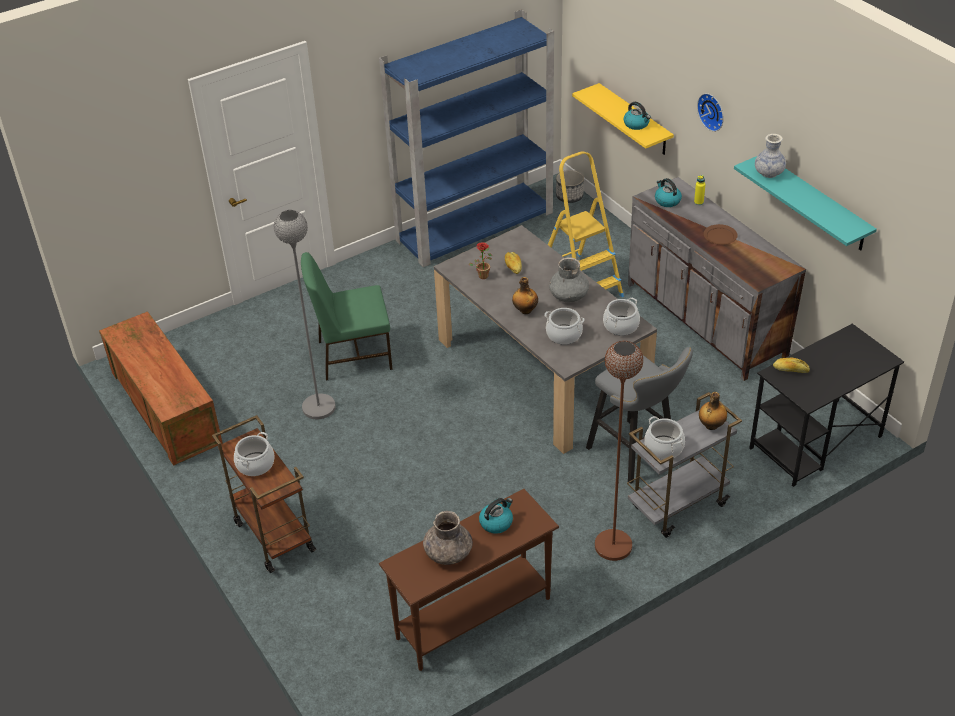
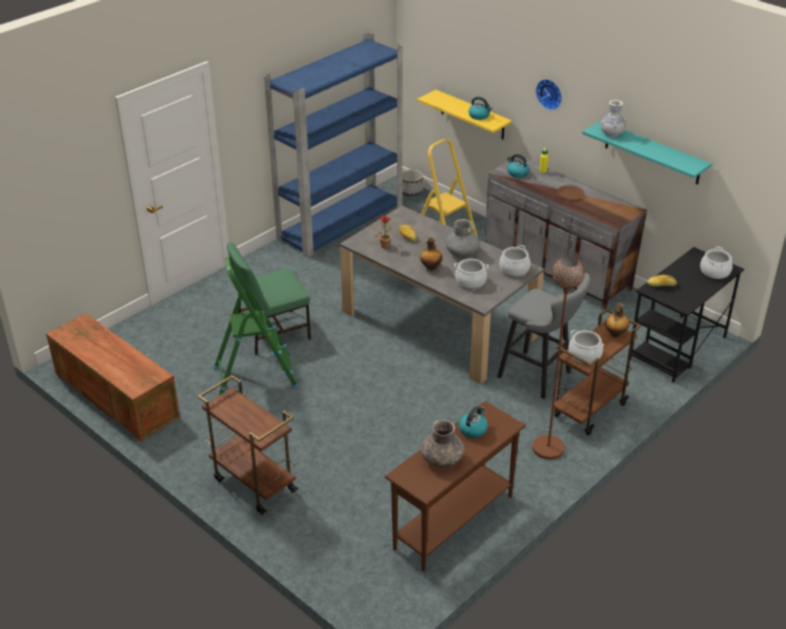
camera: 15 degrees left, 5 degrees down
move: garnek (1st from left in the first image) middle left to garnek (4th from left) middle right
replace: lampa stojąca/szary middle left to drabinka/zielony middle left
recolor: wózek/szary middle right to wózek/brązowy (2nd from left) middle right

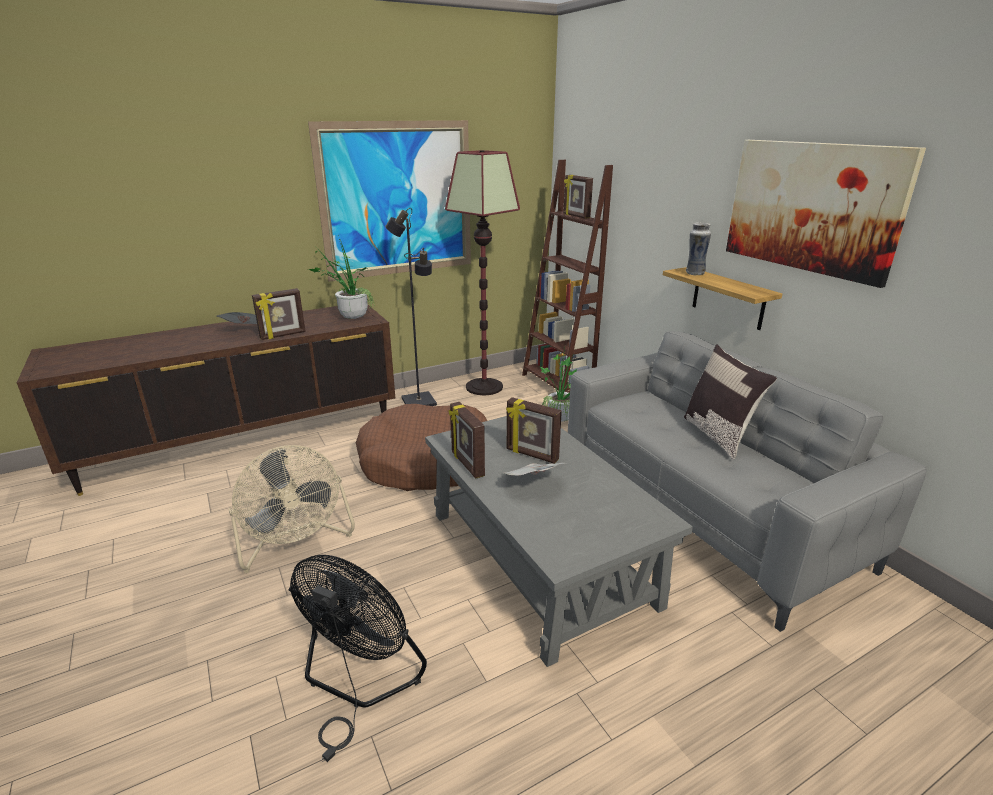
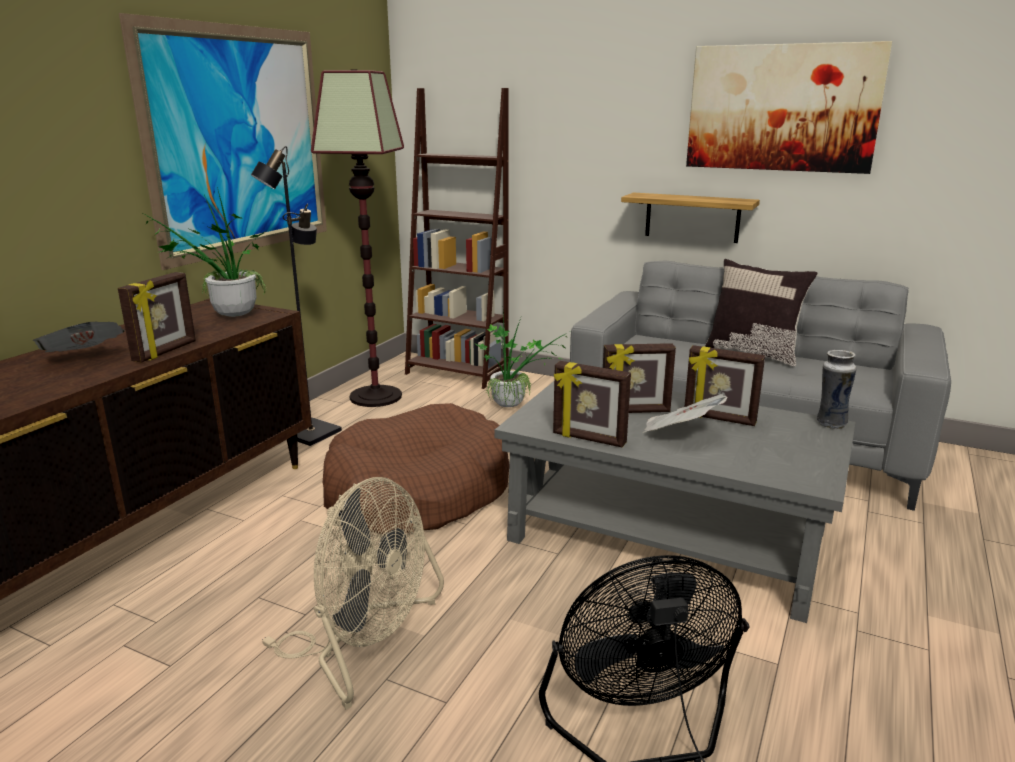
camera: 35 degrees left, 5 degrees down
move: ramka na zdjęcie (4th from left) top centre to middle right; wazon top right to middle right

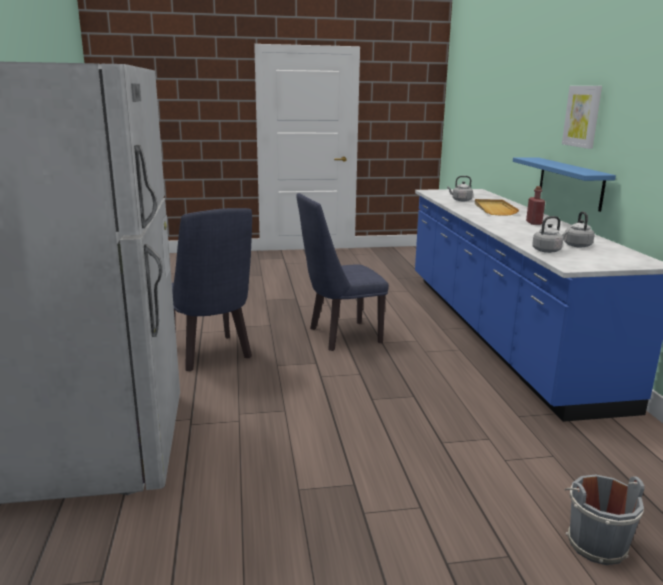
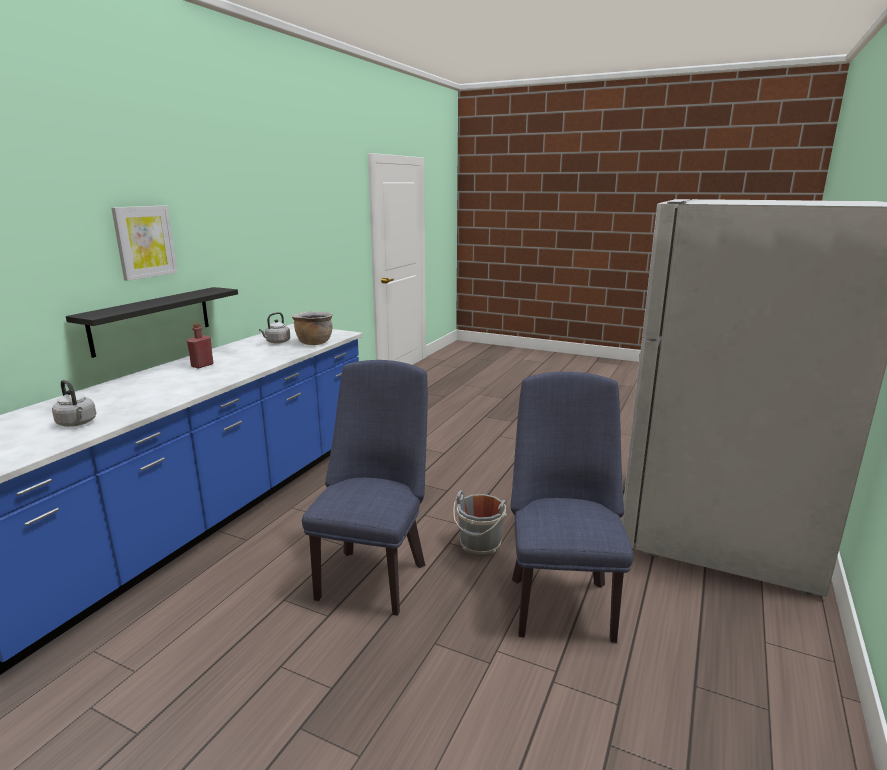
camera: 145 degrees left, 0 degrees up
delete: taca/beżowy middle right
move: wiadro/szary bottom right to bottom centre
replace: czajnik/szary (2nd from left) middle right to garnek/brązowy centre
recolor: półka/niebieski top right to półka/czarny middle left
rotate: krzesło/niebieski (2nd from left in the first image) centre = centre 90 degrees counterclockwise

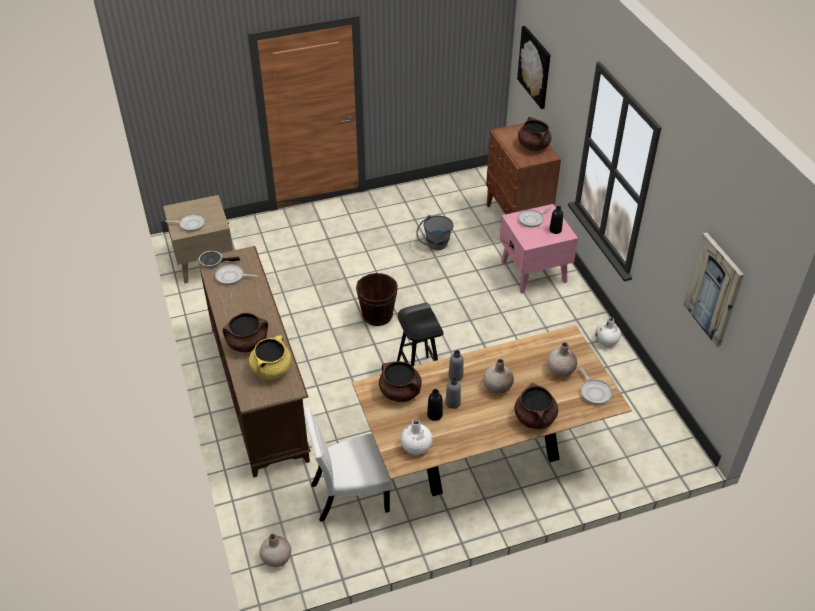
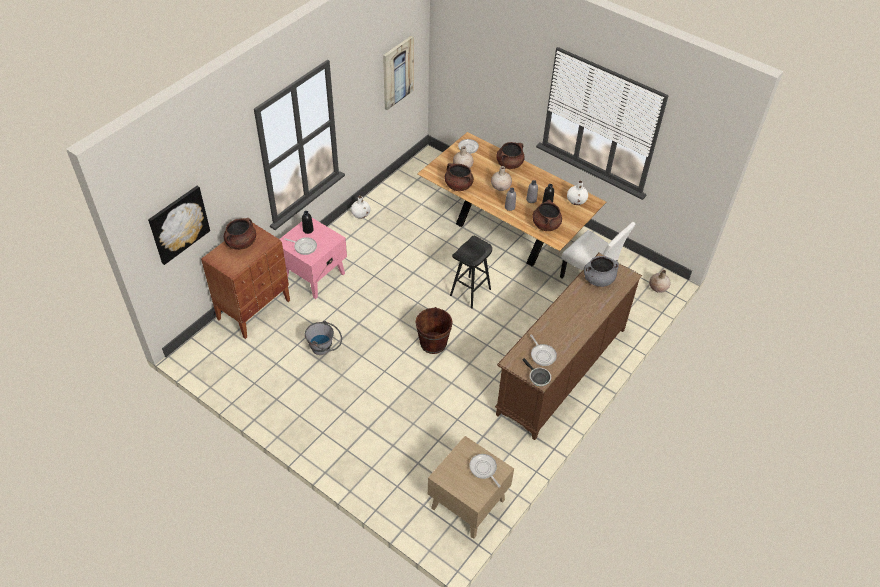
camera: 125 degrees left, 5 degrees up
move: garnek/brązowy (1st from left in the first image) middle left to garnek/brązowy (2nd from left) top centre
recolor: garnek/żółty middle left to garnek/szary middle right

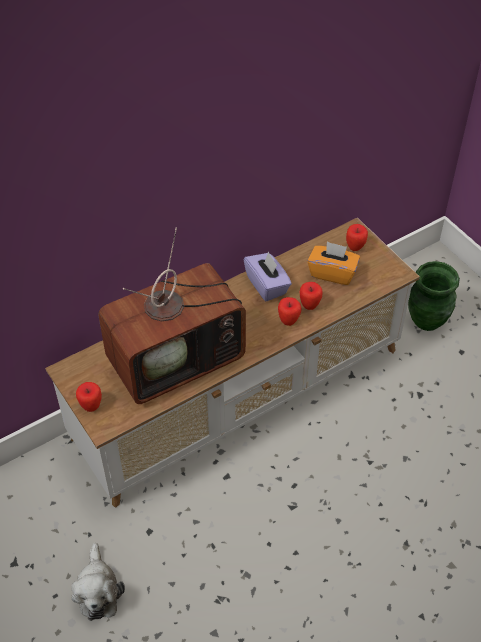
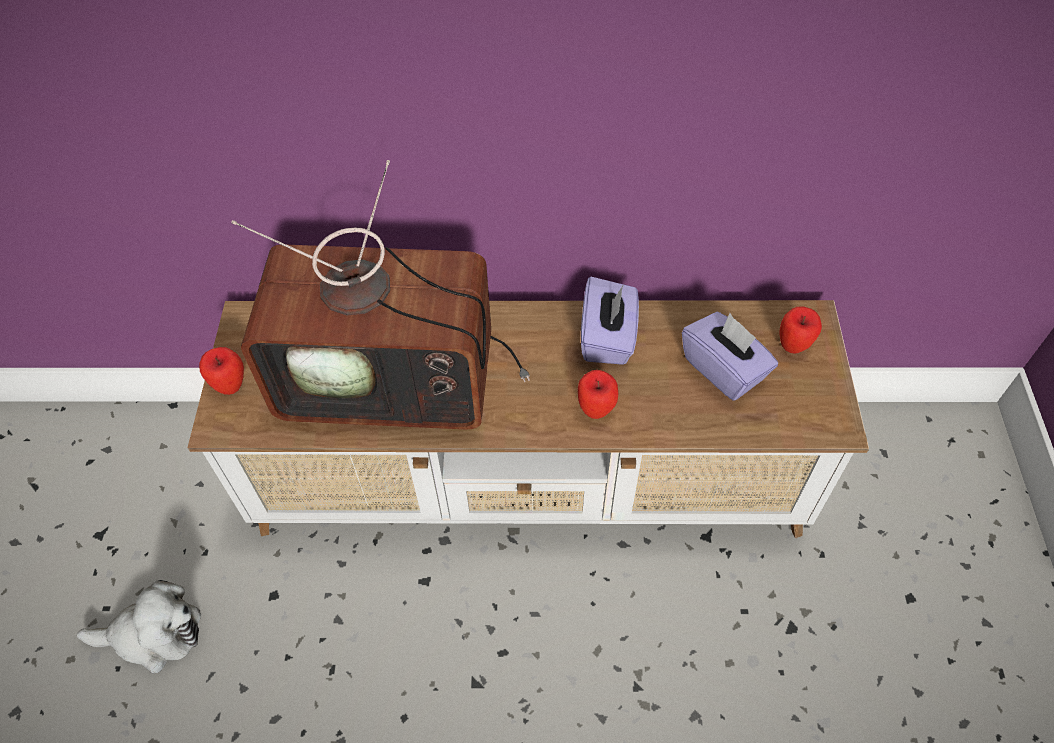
camera: 35 degrees right, 5 degrees up
delete: jabłko (3rd from left) centre; wazon/zielony middle right
recolor: pudełko chusteczek/pomarańczowy middle right to pudełko chusteczek/fioletowy (2nd from left) middle right
rotate: pluszak bottom left = bottom left 120 degrees counterclockwise

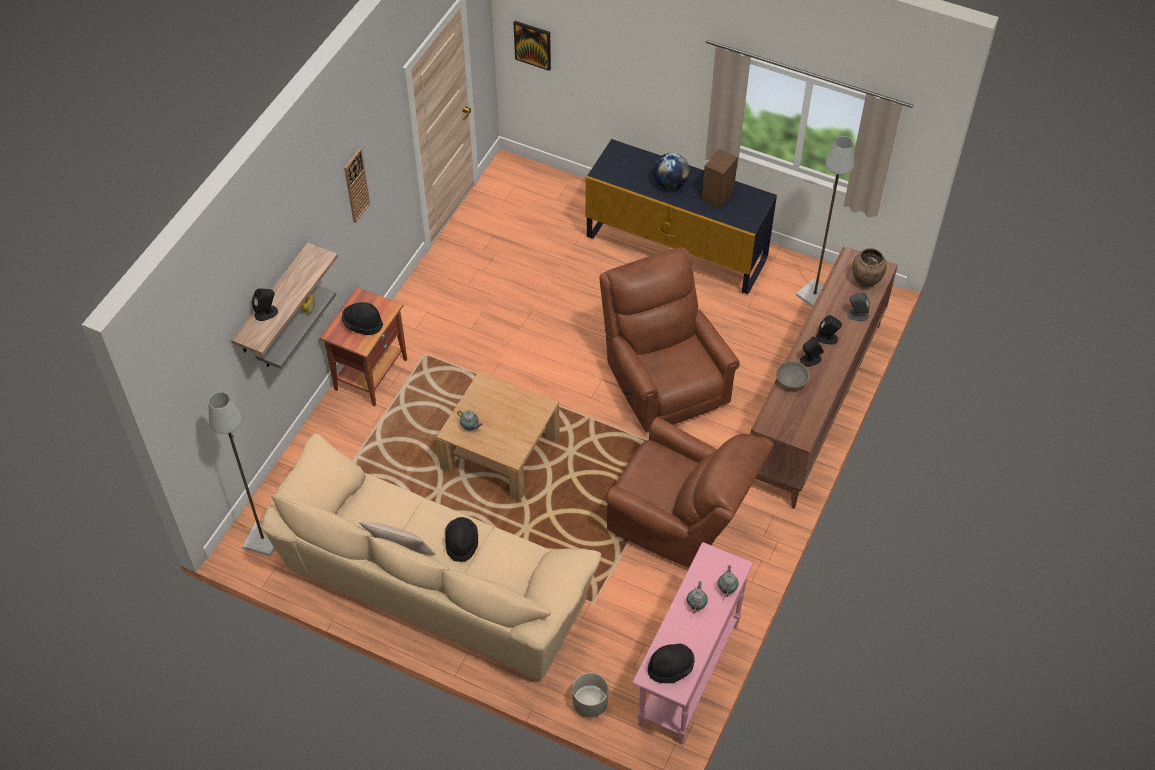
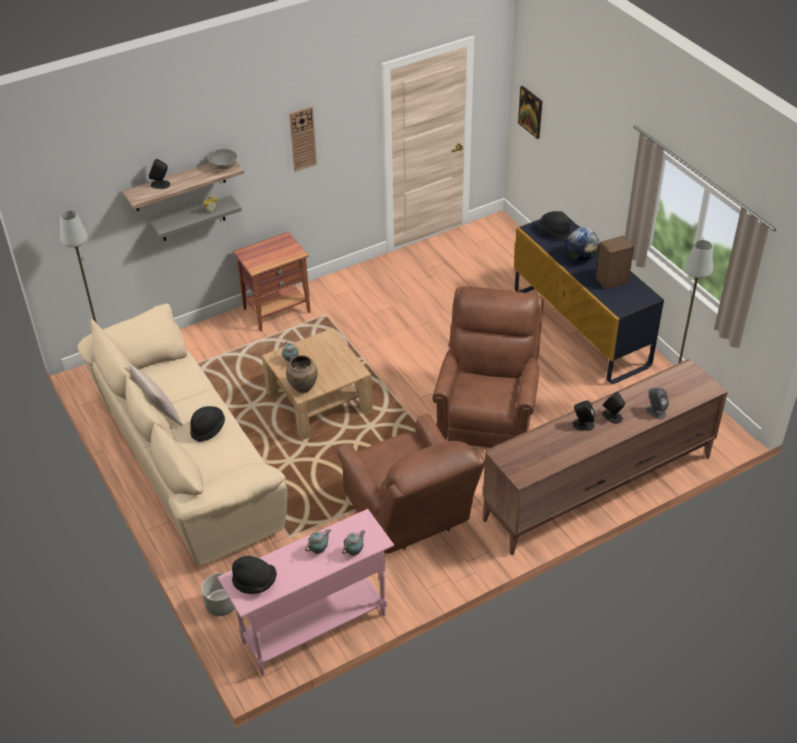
camera: 35 degrees right, 10 degrees down
move: miska/szary middle right to top left; wazon/brązowy middle right to centre; kapelusz/czarny (1st from left in the first image) middle left to kapelusz/czarny (3rd from left) top right

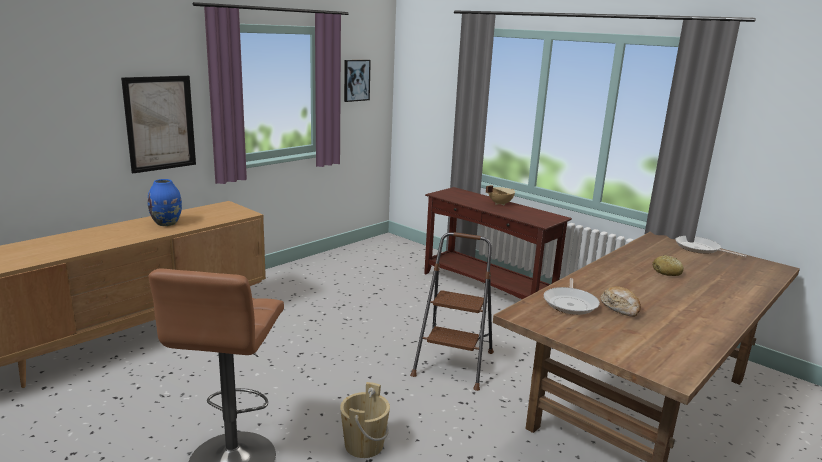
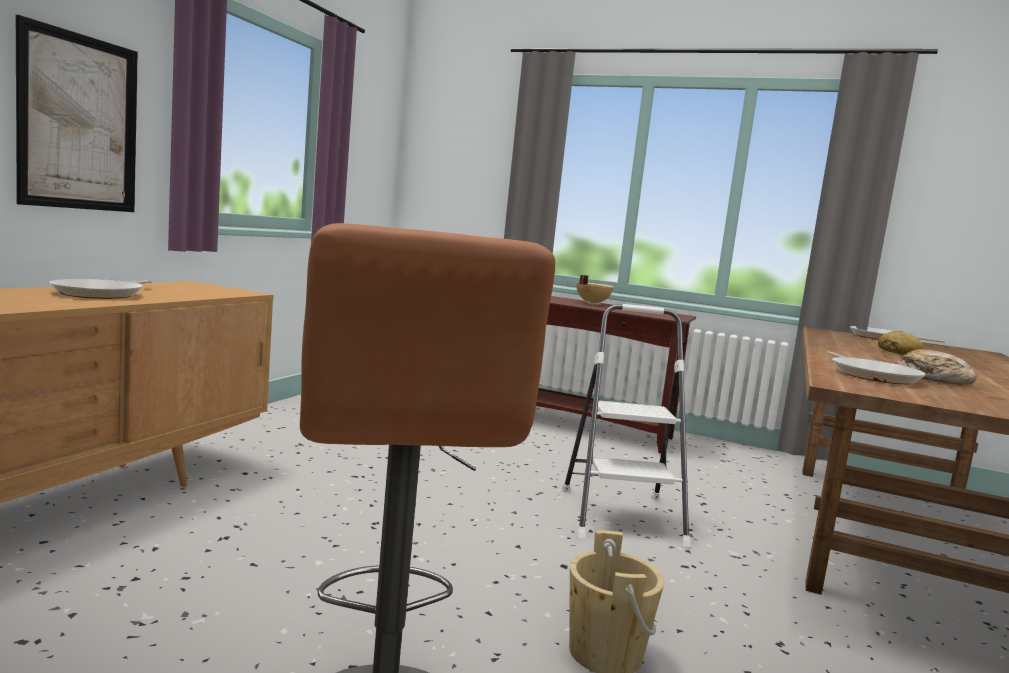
camera: 20 degrees left, 10 degrees down
delete: obraz (2nd from left) top centre
replace: wazon/niebieski middle left to patelnia (1st from left) middle left
recolor: drabinka/brązowy bottom centre to drabinka/biały centre

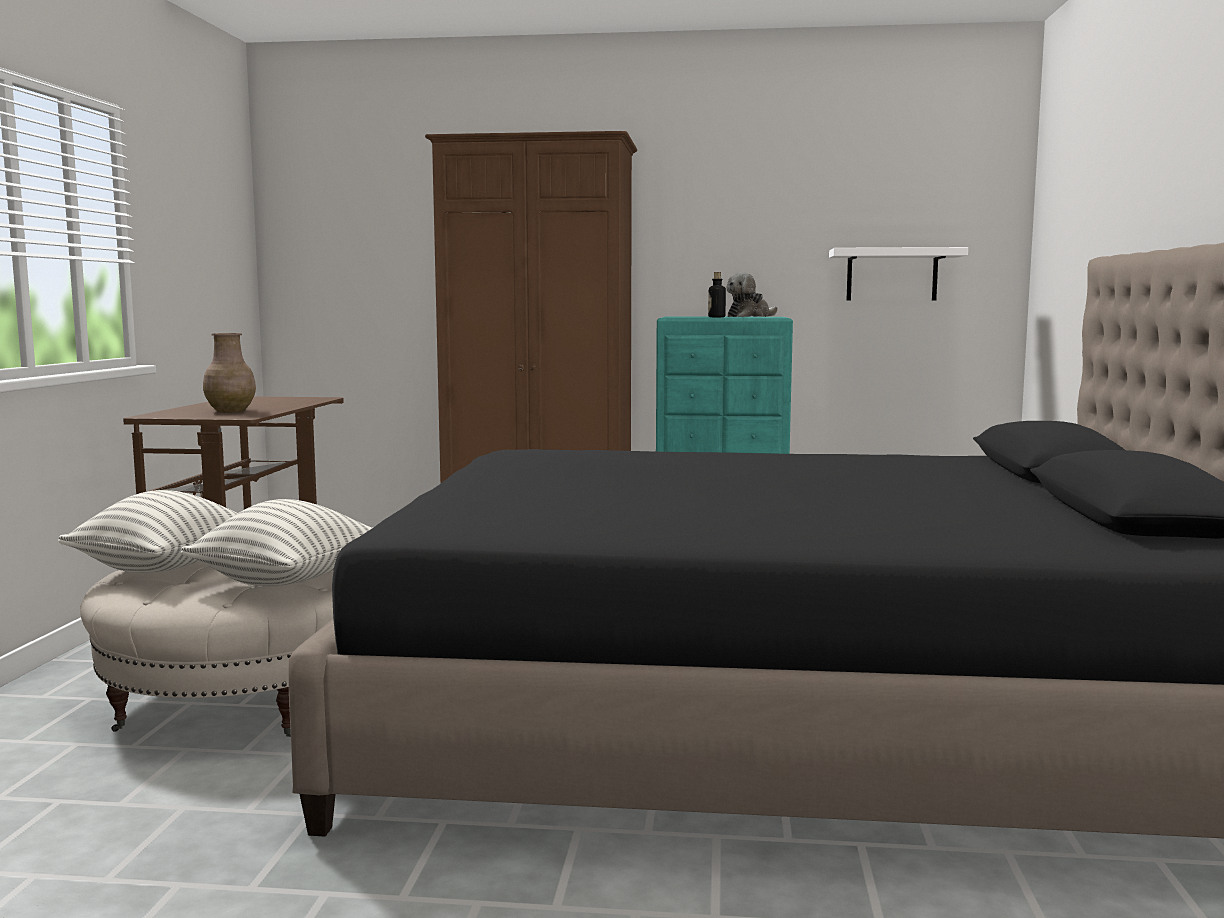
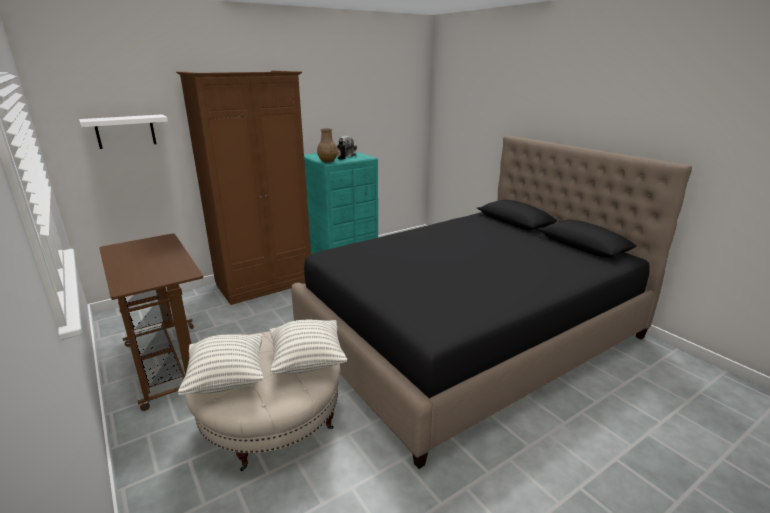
camera: 40 degrees left, 15 degrees up
move: półka/biały top right to top left; wazon/brązowy middle left to top centre

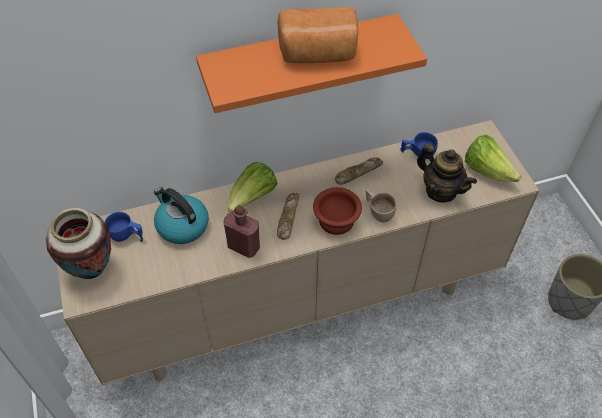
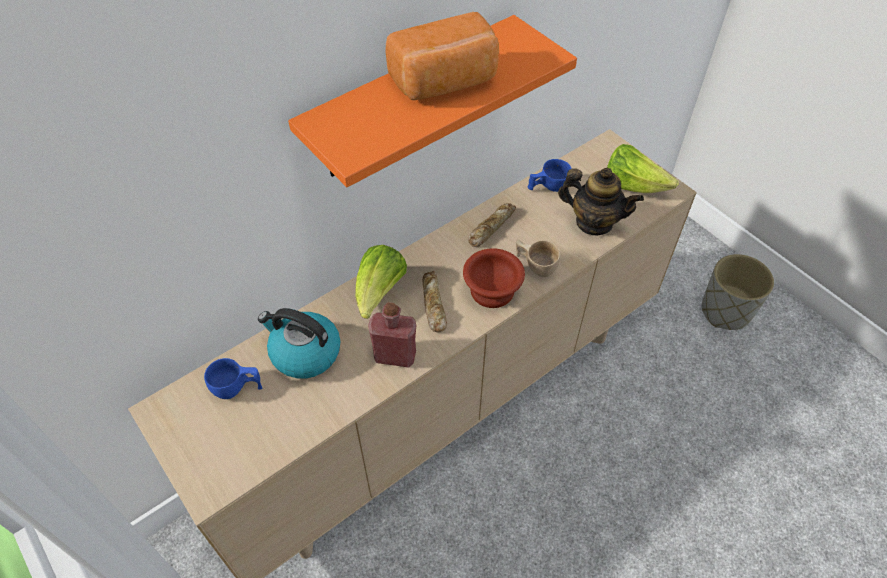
camera: 20 degrees left, 0 degrees up
delete: wazon middle left

